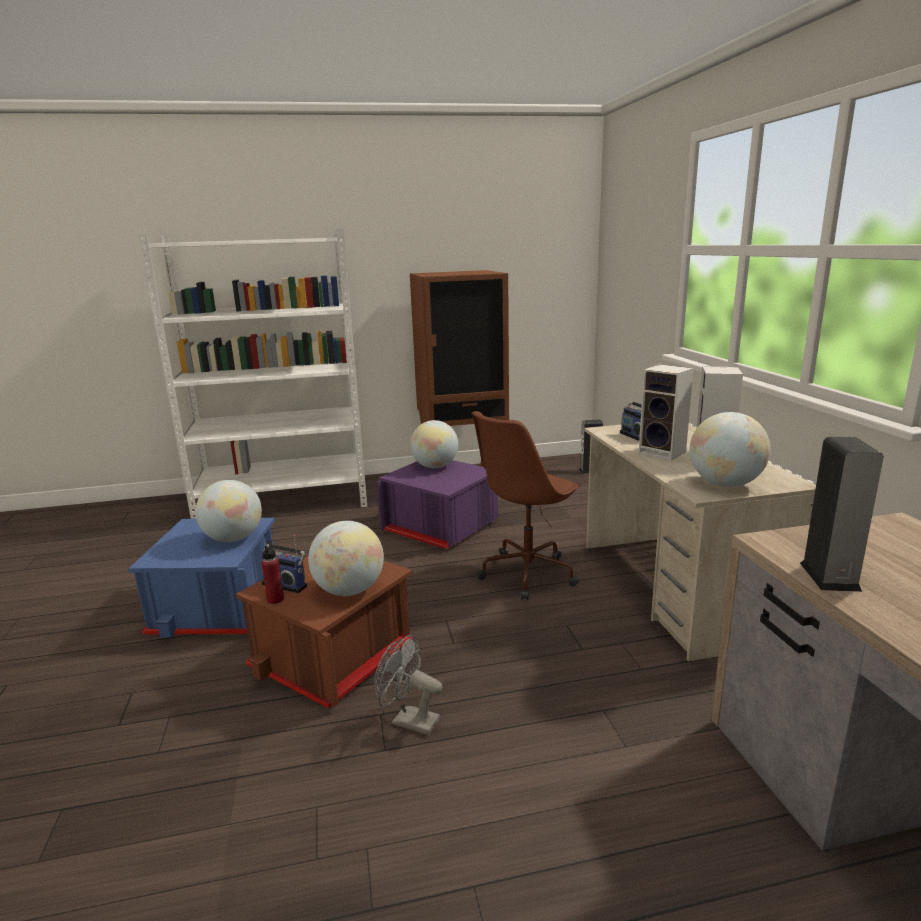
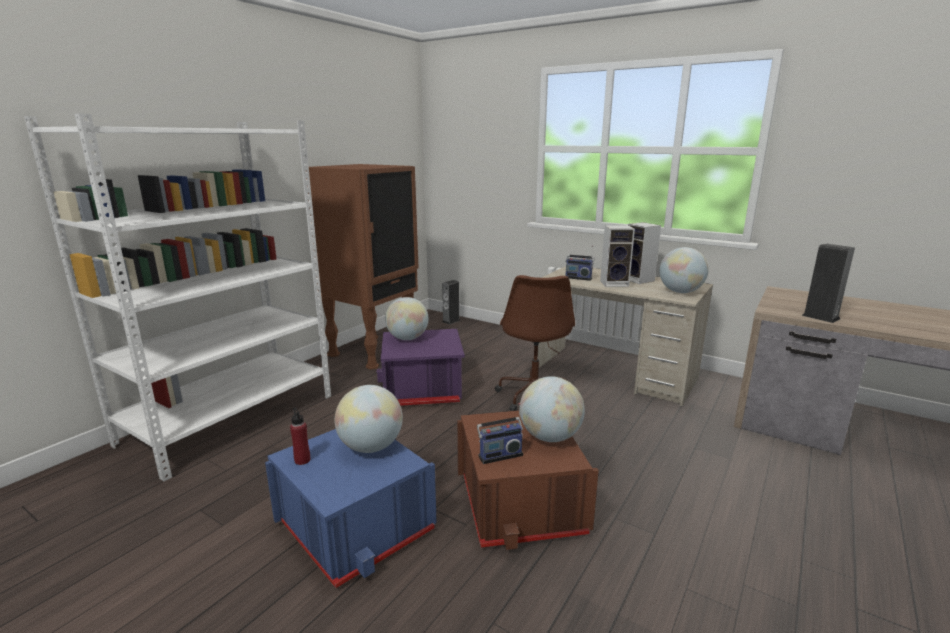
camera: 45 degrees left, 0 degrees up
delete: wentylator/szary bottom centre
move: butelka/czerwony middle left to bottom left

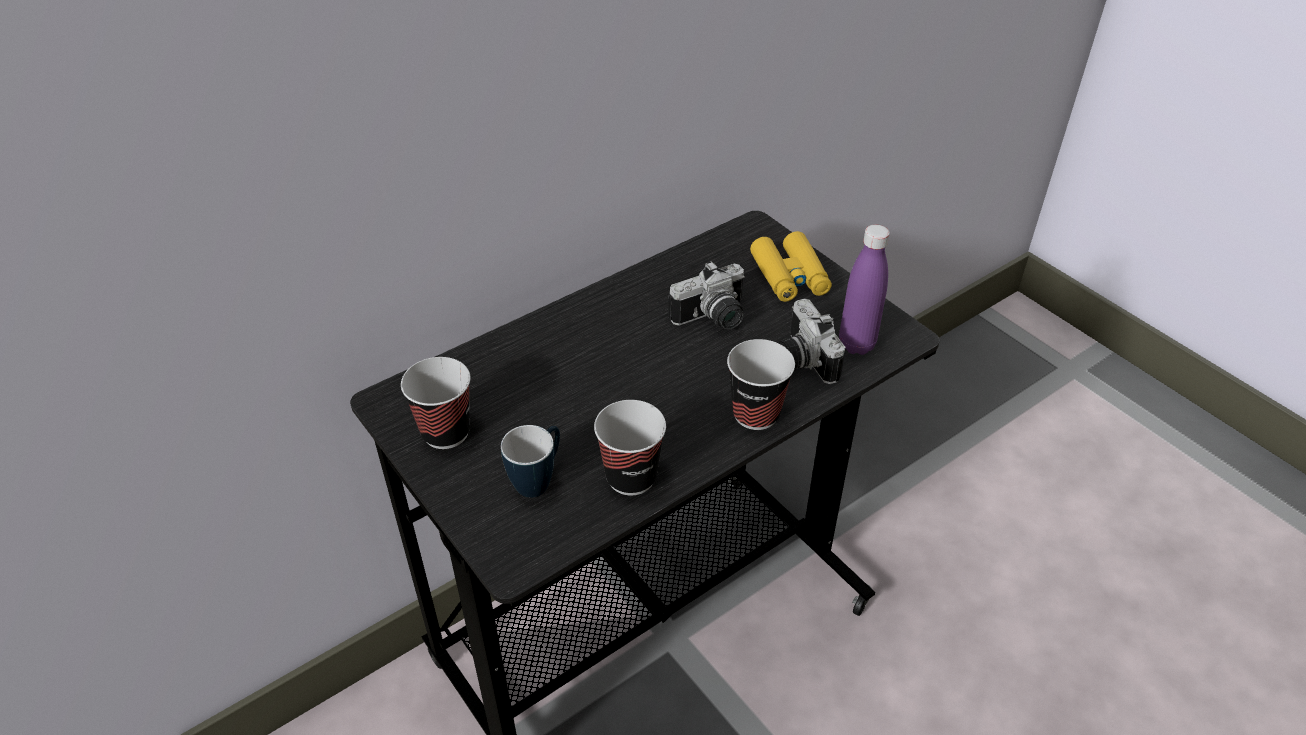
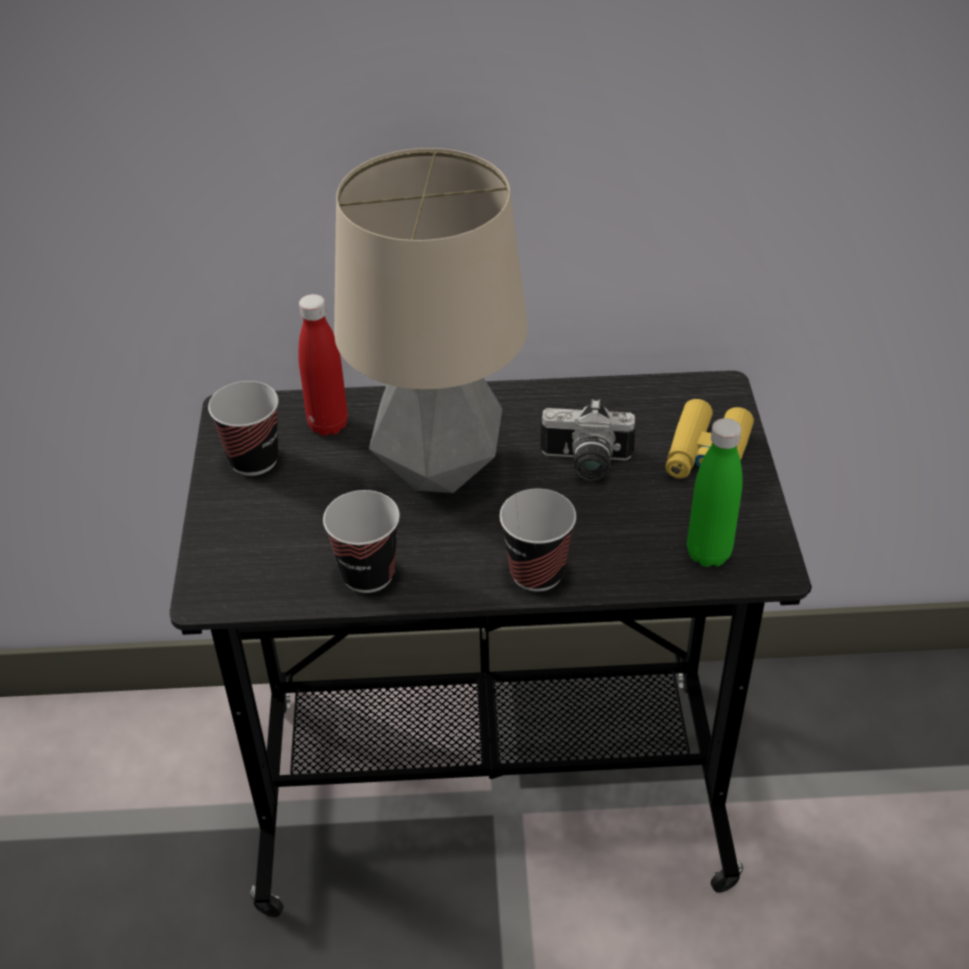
camera: 35 degrees right, 0 degrees up
delete: kubek centre; aparat fotograficzny (2nd from left) centre
insert: butelka/czerwony centre; lampa stołowa top centre
recolor: butelka/fioletowy centre to butelka/zielony middle right

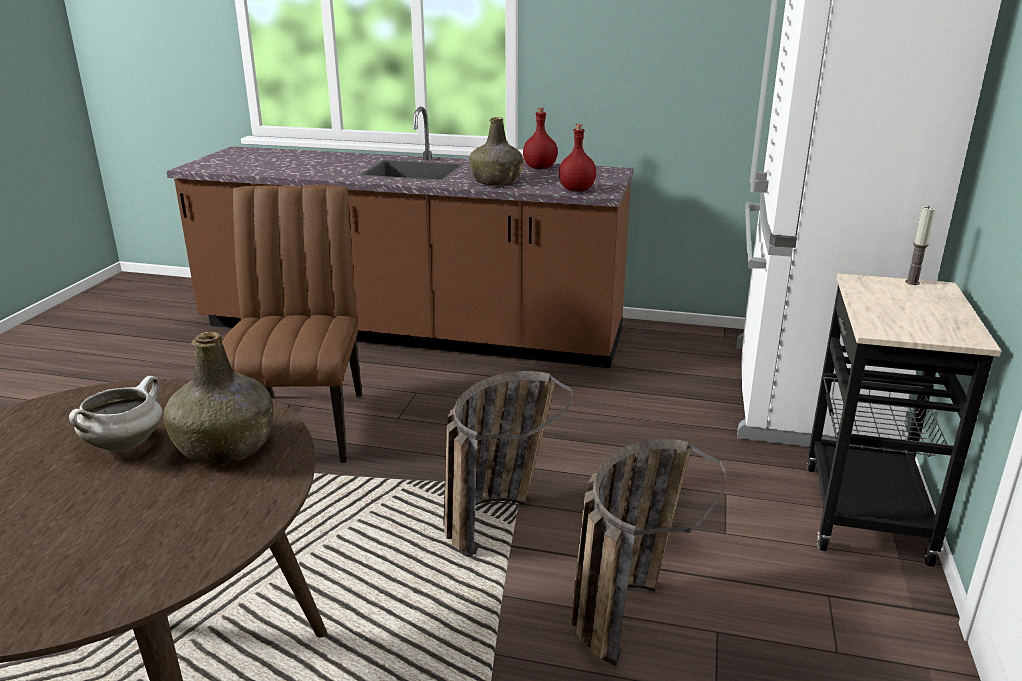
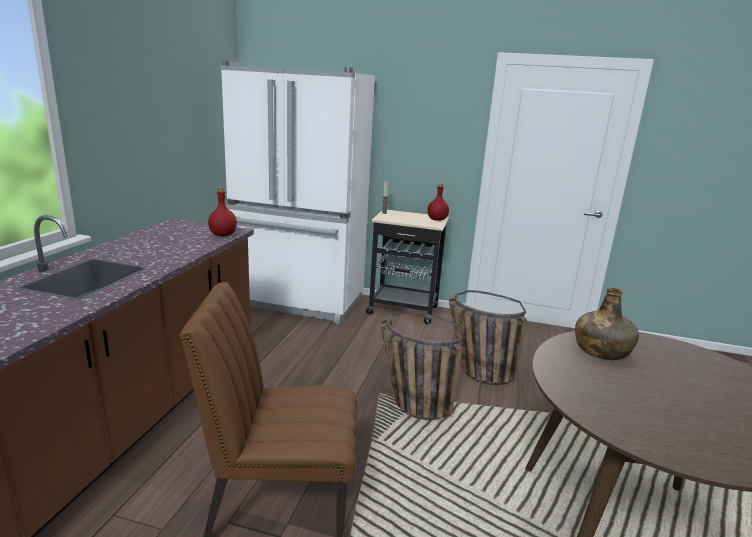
camera: 90 degrees left, 5 degrees down
delete: garnek/biały middle left; butelka/zielony (2nd from left) top centre
move: butelka/czerwony (1st from left in the first image) top centre to butelka/czerwony (2nd from left) centre

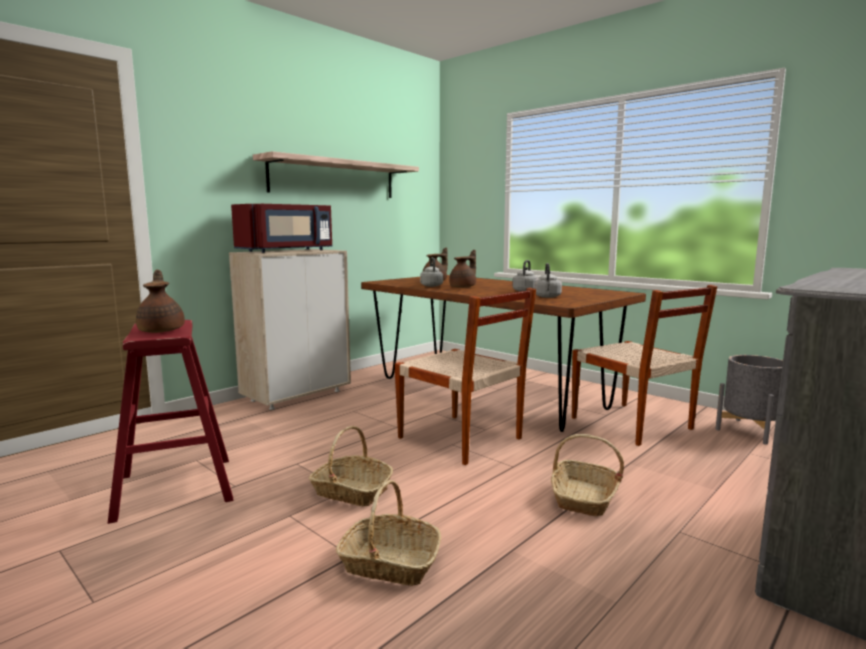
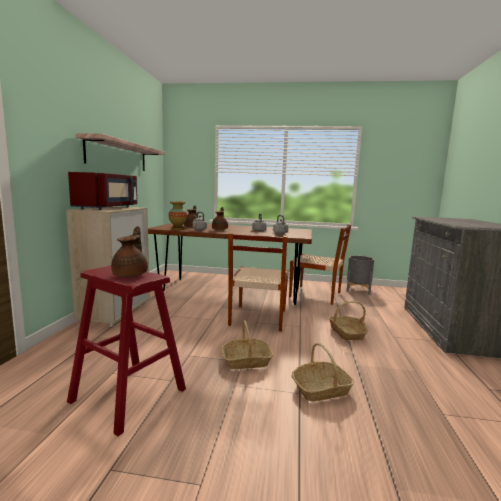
camera: 35 degrees left, 0 degrees up
insert: wazon centre
rotate: imbryk/brązowy (1st from left) middle left = middle left 60 degrees clockwise; krzesło (1st from left) centre = centre 90 degrees clockwise

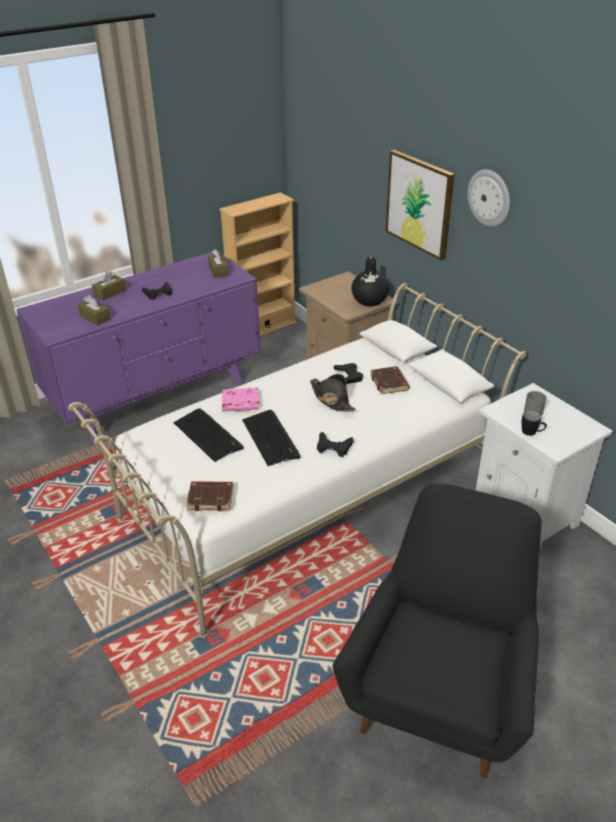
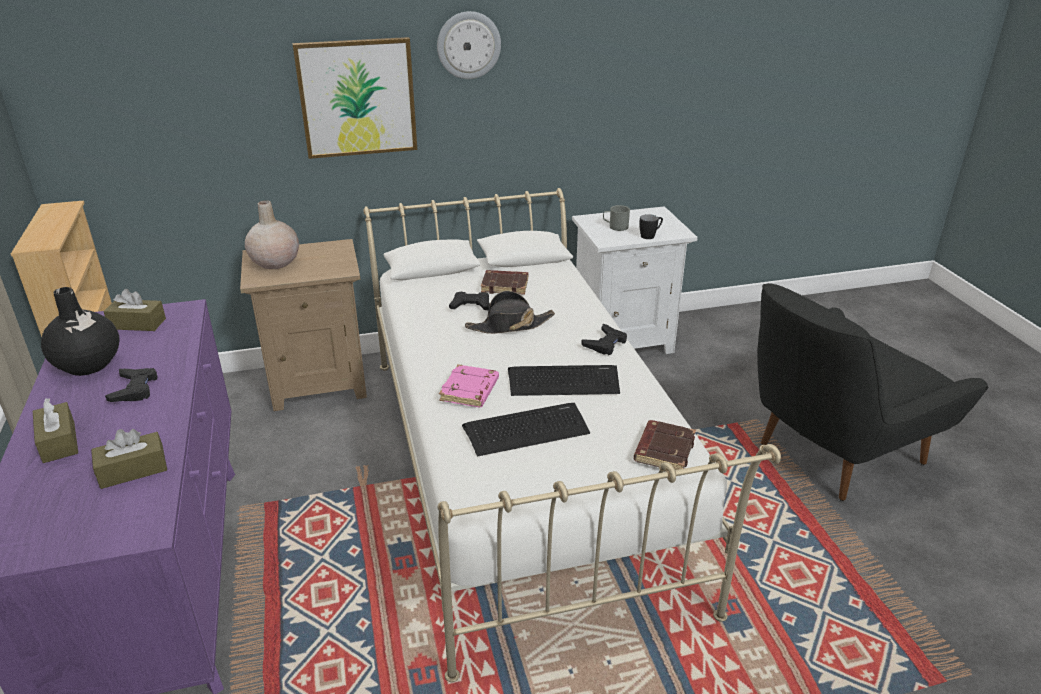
camera: 70 degrees left, 5 degrees down
insert: wazon/beżowy middle left
move: wazon/czarny centre to middle left
rotate: fotel/czarny bottom right = middle right 75 degrees counterclockwise

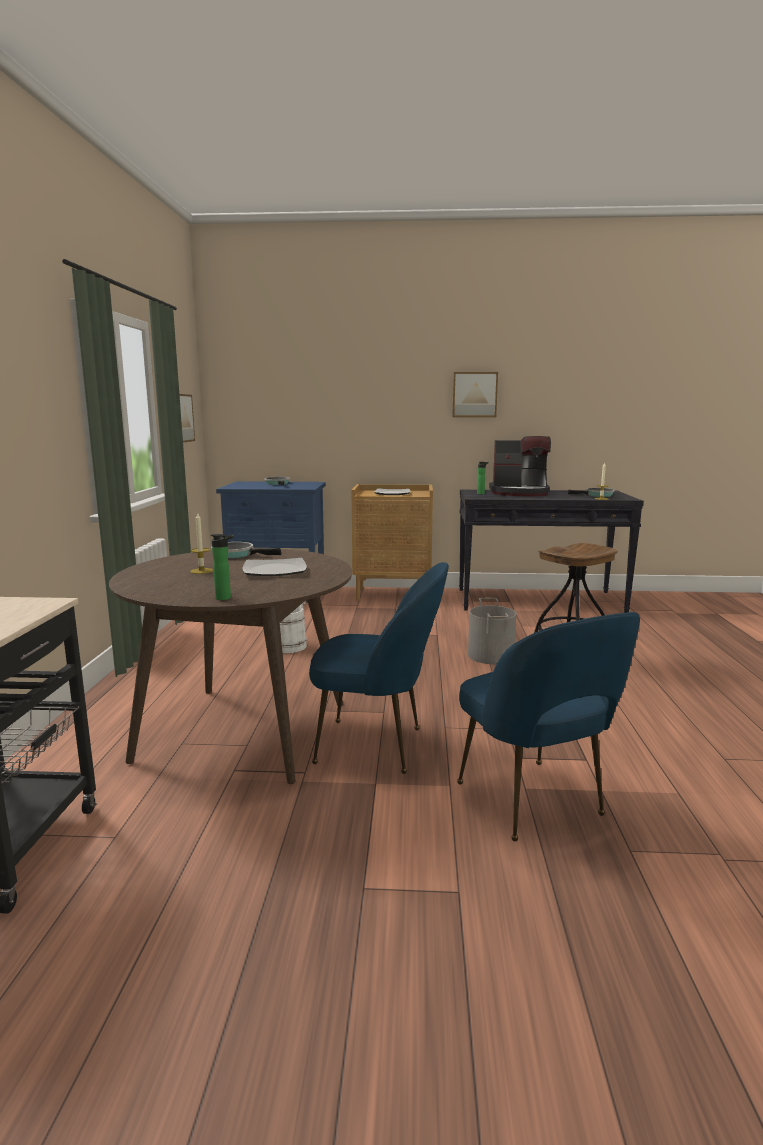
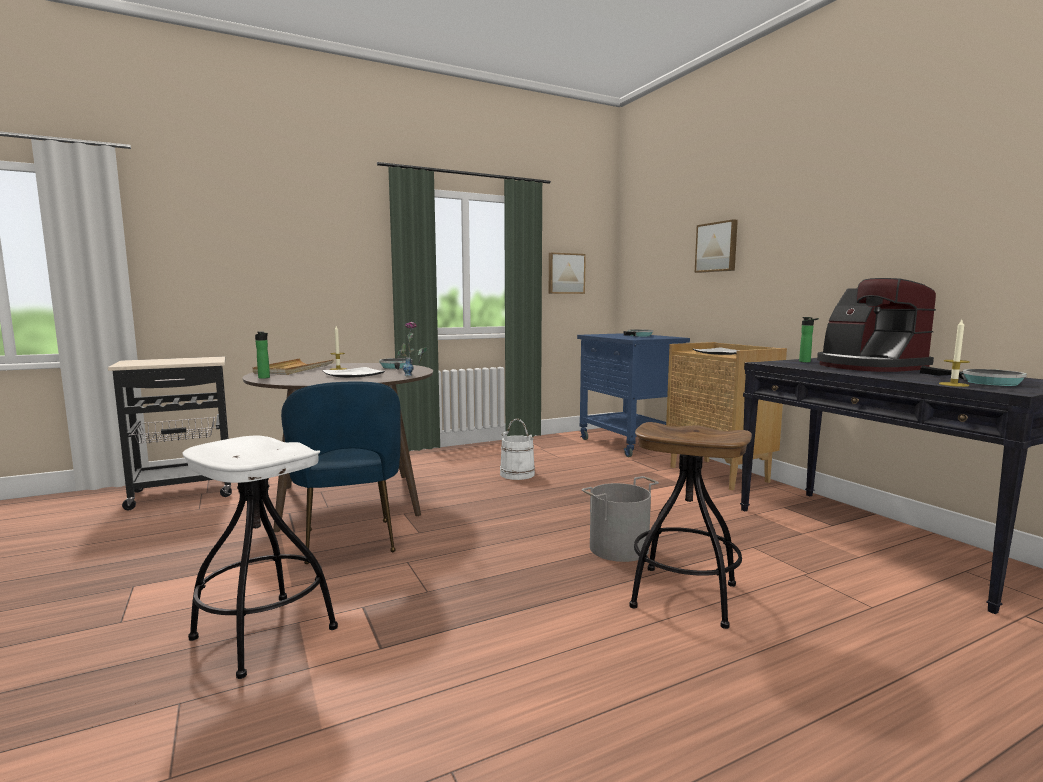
camera: 60 degrees right, 5 degrees down
insert: taca/beżowy middle left; wazon centre
move: obraz (2nd from left) centre to top right
replace: krzesło/niebieski (2nd from left) middle right to stołek/biały bottom left

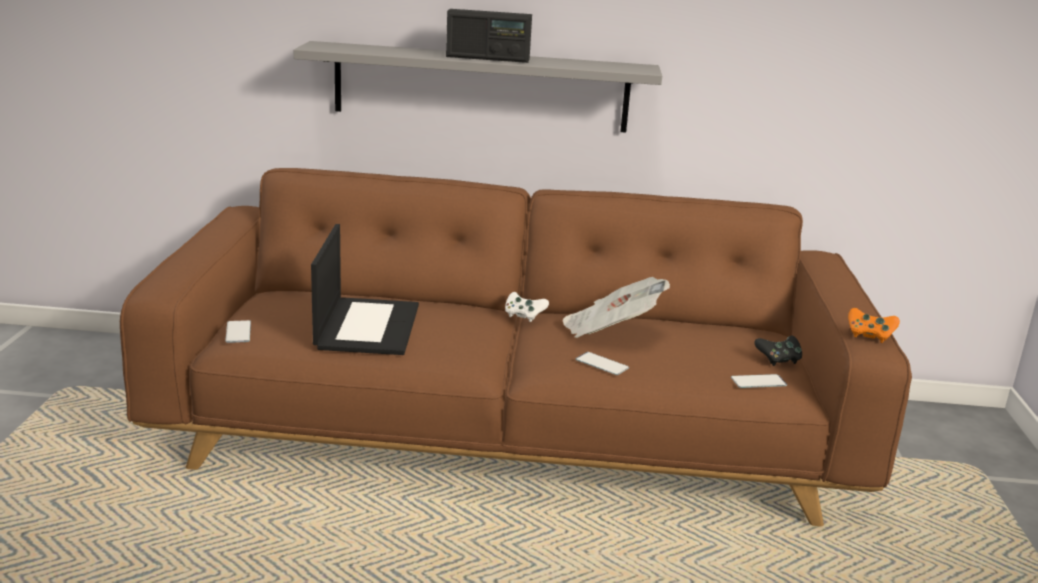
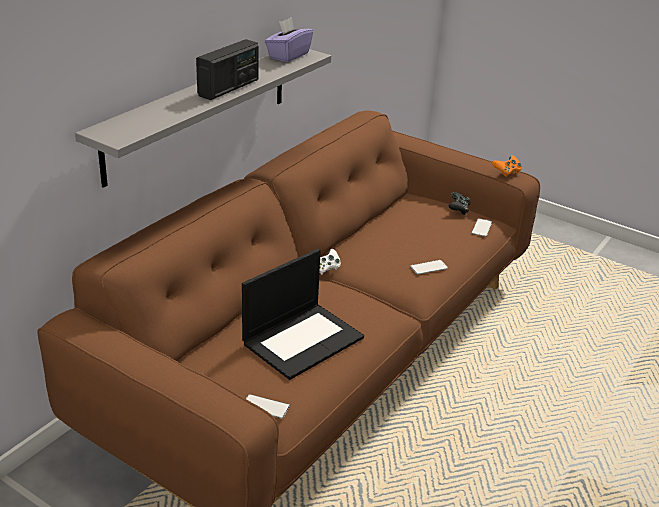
camera: 60 degrees left, 10 degrees up
delete: gazeta centre
insert: pudełko chusteczek/fioletowy top centre
rotate: laptop centre = centre 105 degrees clockwise

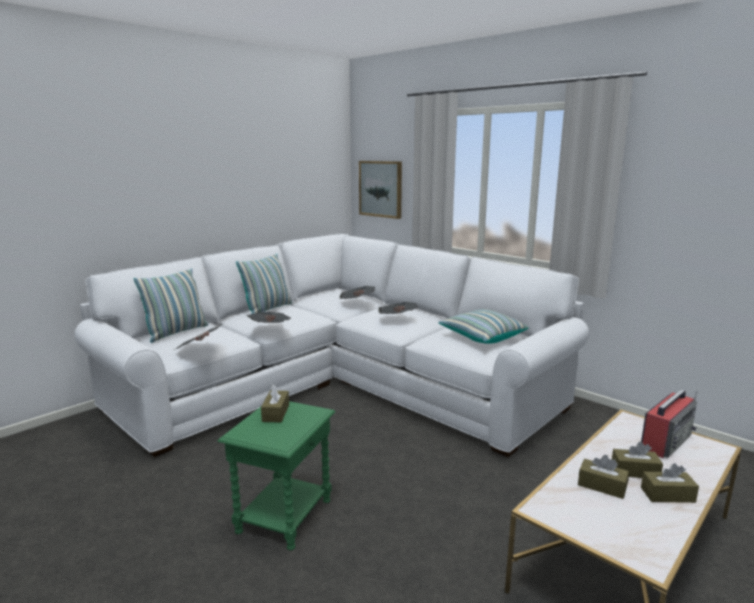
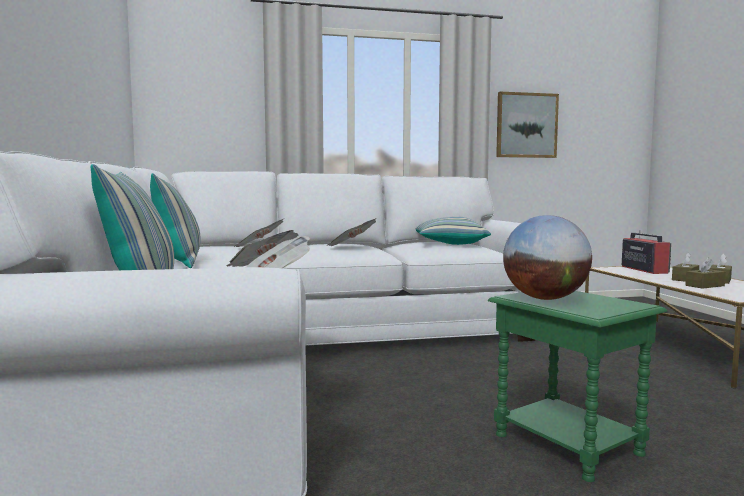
camera: 55 degrees left, 10 degrees down
move: obraz top centre to top right
replace: pudełko chusteczek/brązowy (1st from left) bottom centre to globus middle right

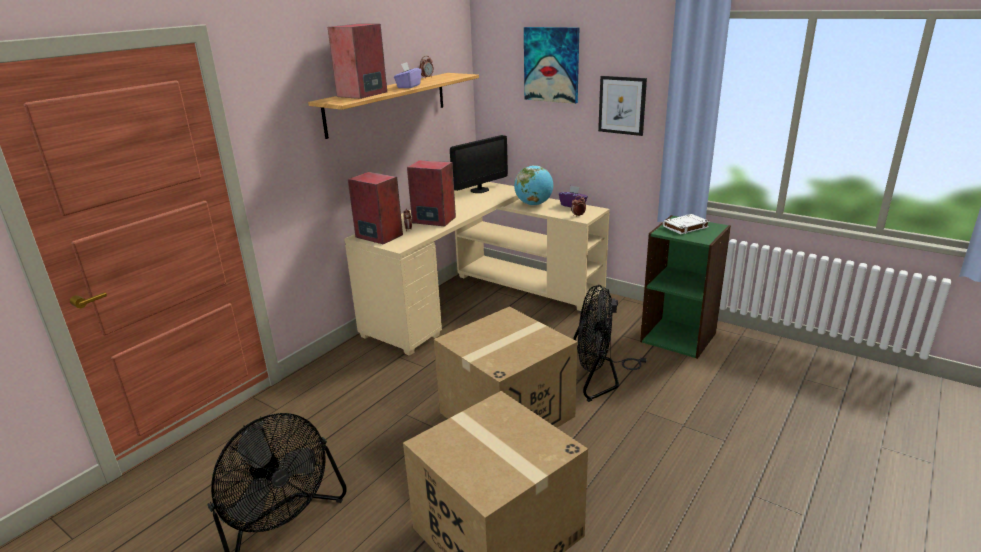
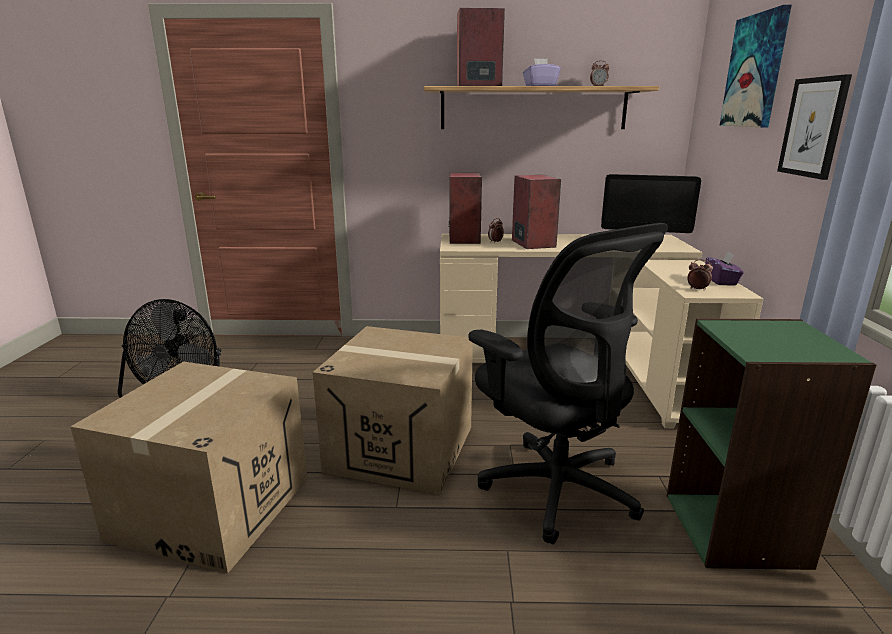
camera: 55 degrees right, 5 degrees down
delete: globus centre; książka/biały middle right
replace: wentylator/czarny (2nd from left) centre to krzesło biurowe/czarny centre

